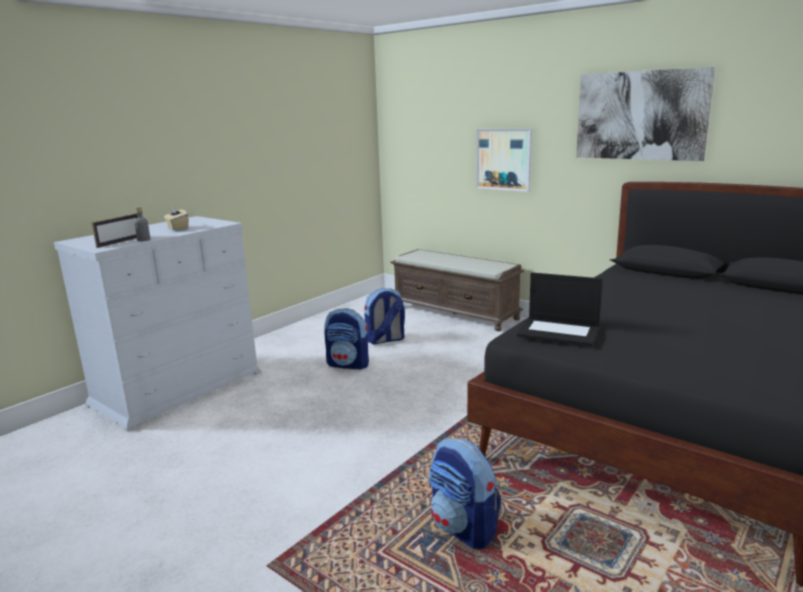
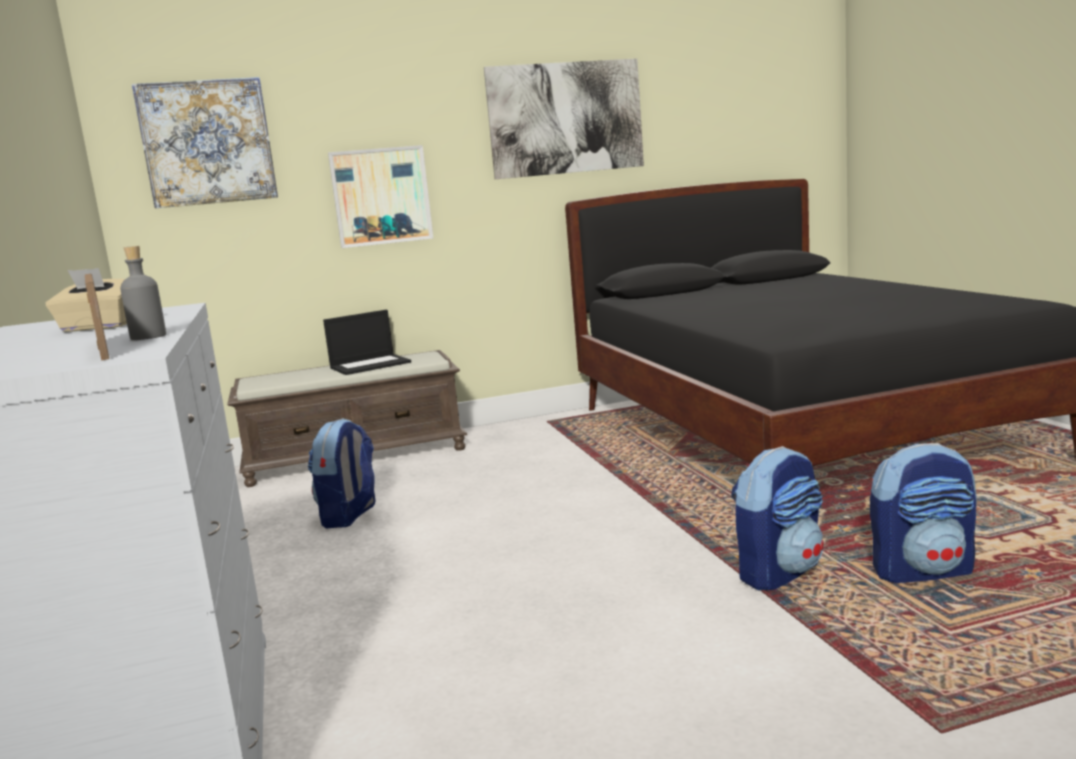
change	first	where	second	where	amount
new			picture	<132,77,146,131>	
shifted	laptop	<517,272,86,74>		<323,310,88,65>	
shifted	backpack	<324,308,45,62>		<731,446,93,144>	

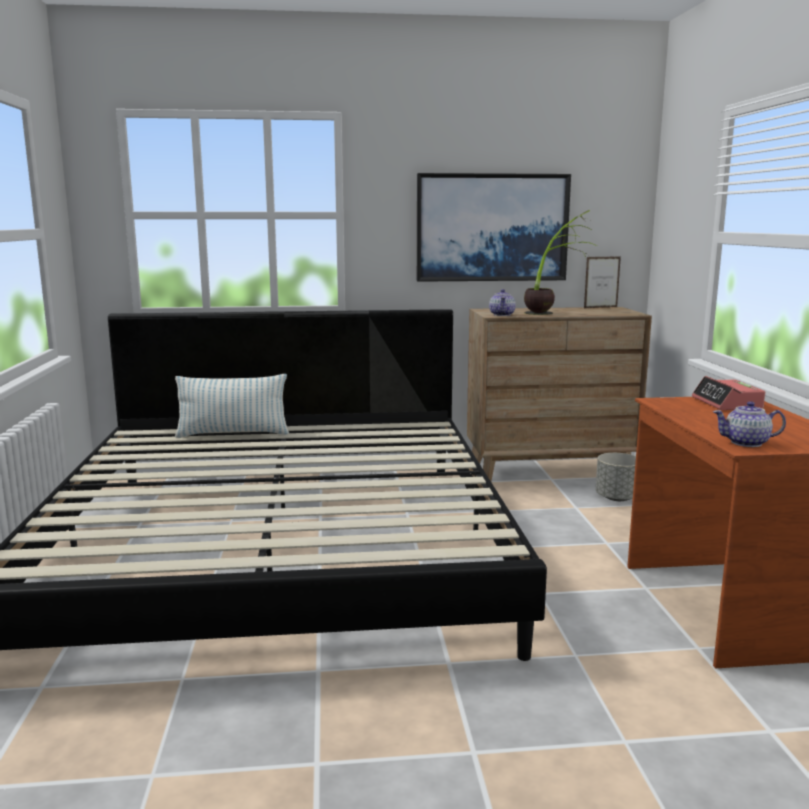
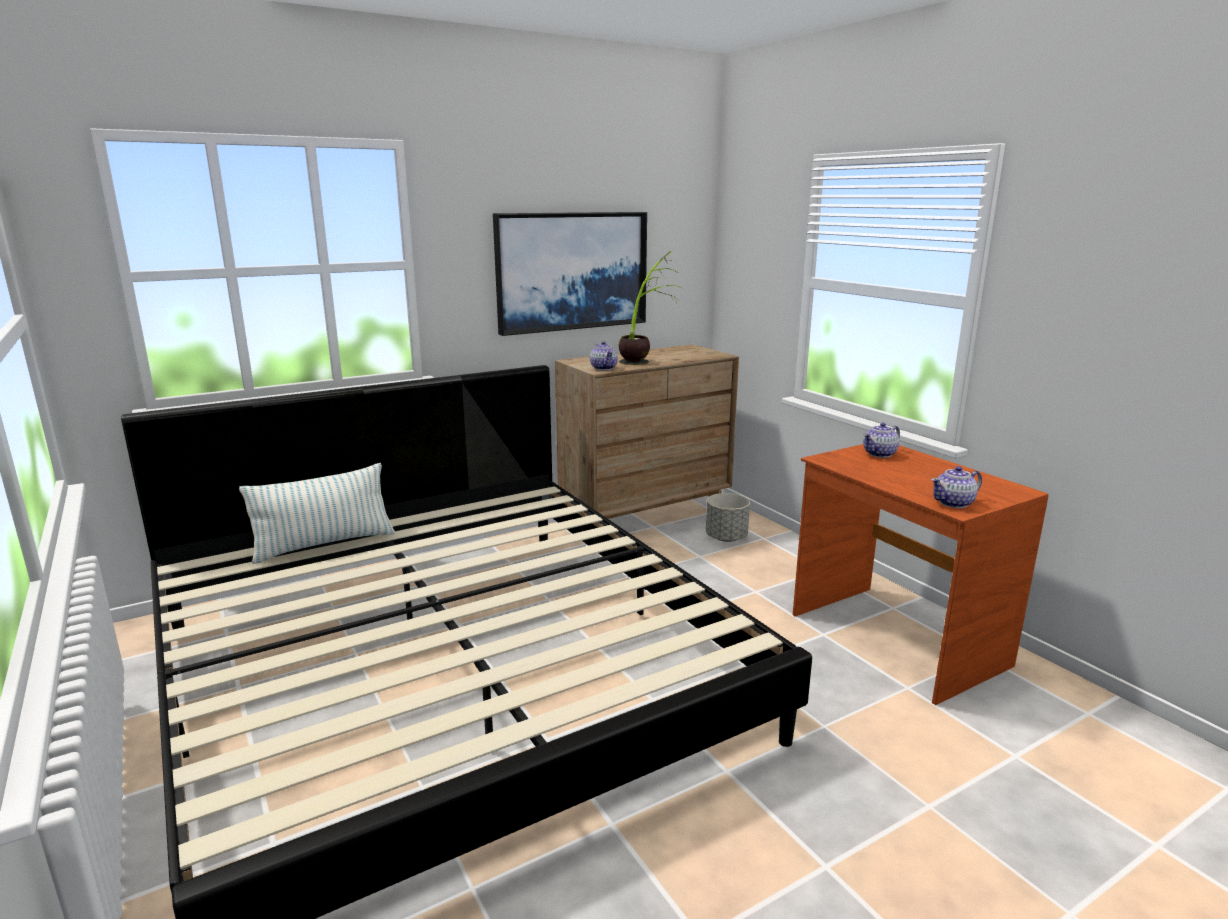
change	first	where	second	where	amount
swapped	alarm clock	<692,376,73,34>	teapot	<863,423,37,35>	
gone	picture frame	<584,256,37,52>			

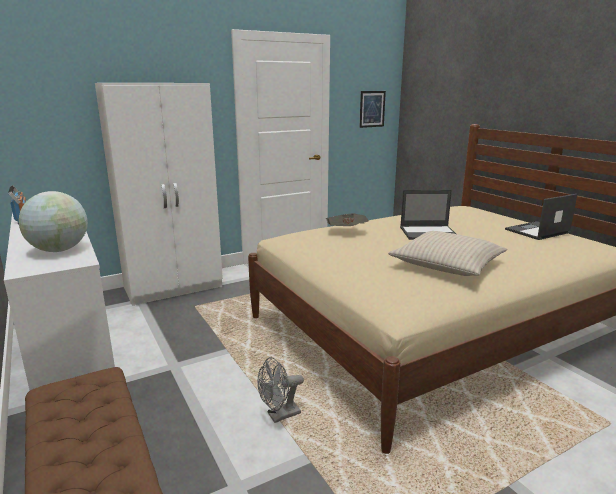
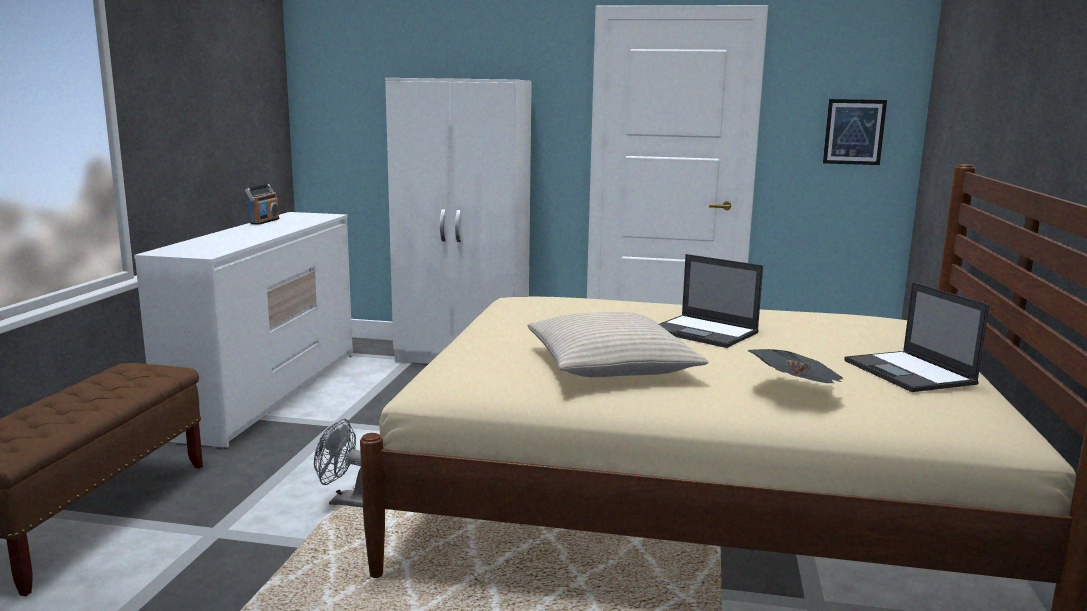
change	first	where	second	where	amount
shifted	newspaper	<326,214,43,12>		<747,349,96,34>	
rotated	laptop	<505,194,72,46>		<844,282,145,110>	120 degrees counterclockwise
gone	globe	<19,191,69,61>			

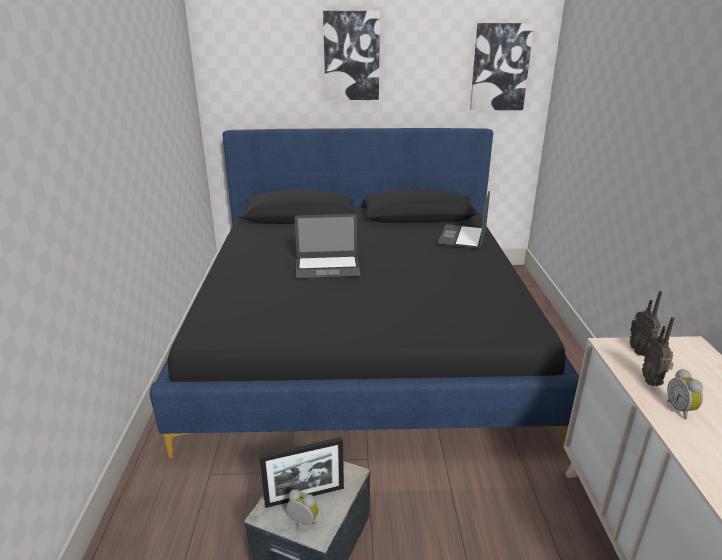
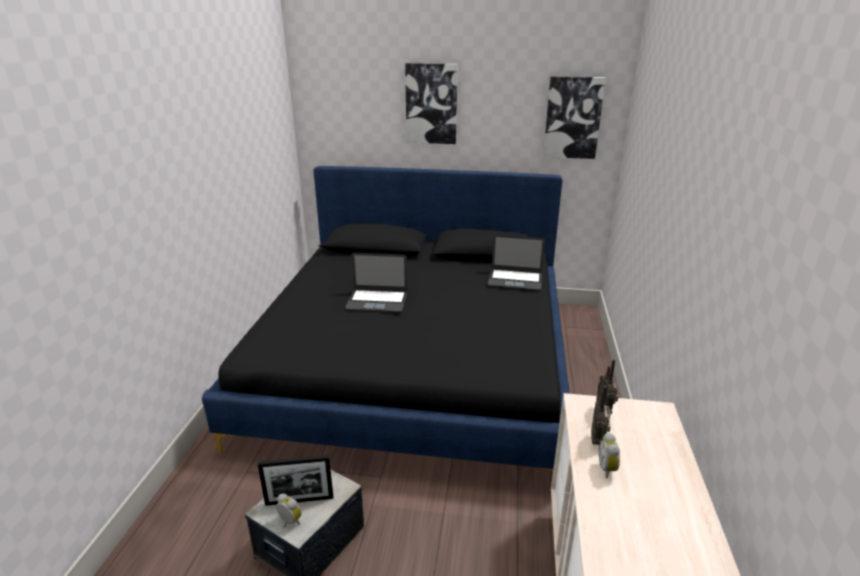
change	first	where	second	where	amount
rotated	laptop	<438,191,52,57>		<488,235,57,55>	105 degrees counterclockwise

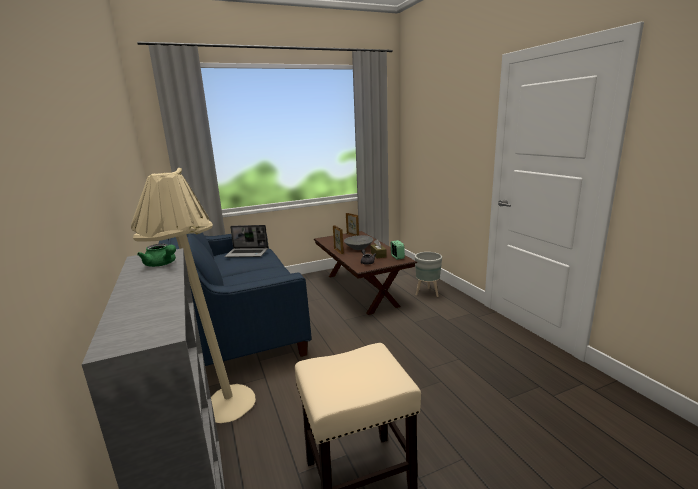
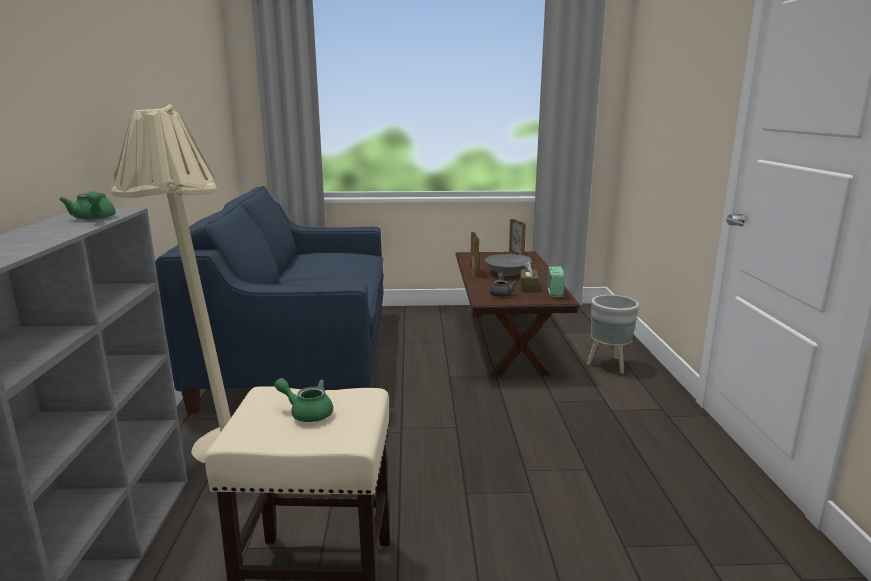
change	first	where	second	where	amount
new			teapot (green)	<274,378,59,44>	
gone	laptop	<225,225,43,32>			

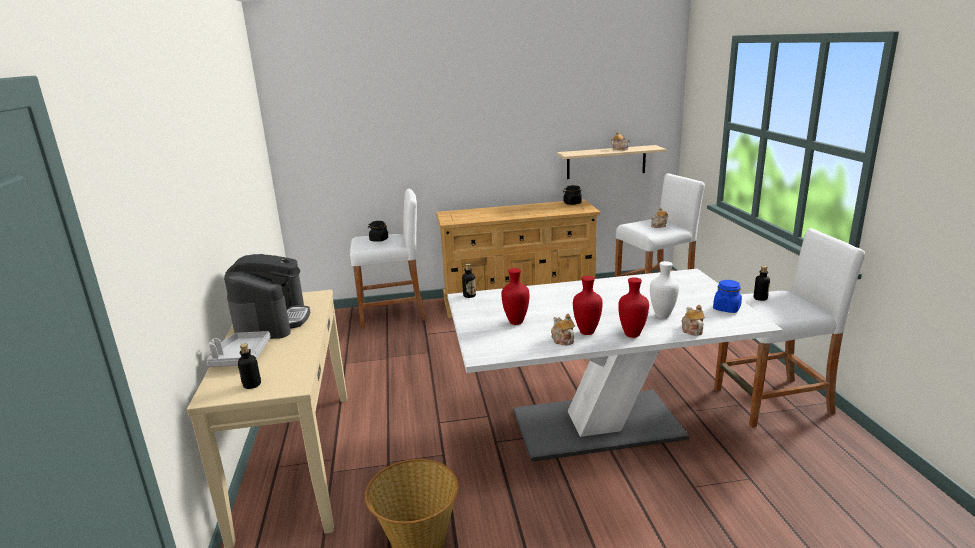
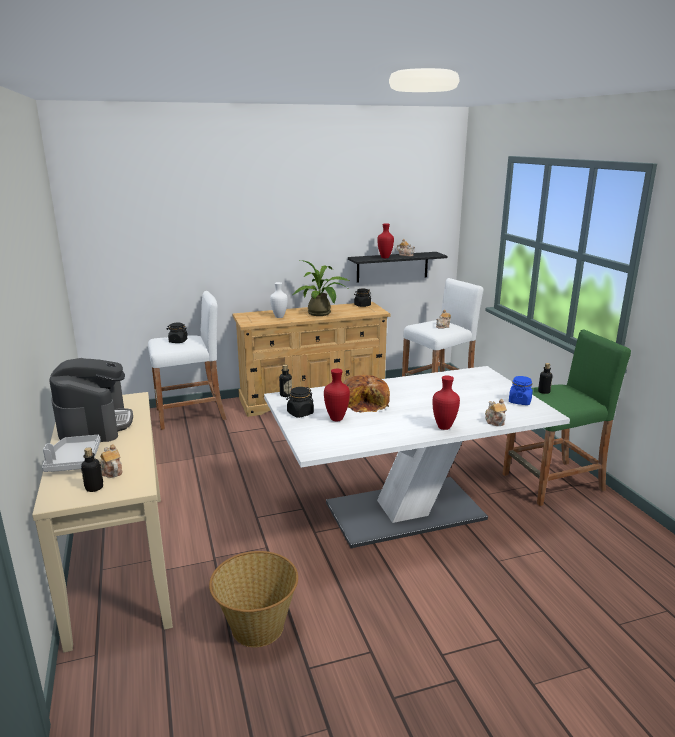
change	first	where	second	where	amount
shifted	teapot	<551,314,24,31>		<100,444,23,34>	
shifted	vase (white)	<650,261,29,57>		<270,282,18,36>	
new			jar (black)	<286,387,28,31>	
new			potted plant	<292,260,58,56>	
new			bread	<343,375,47,38>	
repainted	shelf (beige)	<557,145,109,34>	shelf (black)	<348,252,99,31>	
shifted	vase (red)	<573,276,30,59>		<377,223,17,35>	
repainted	stool (white)	<714,228,151,200>	stool (green)	<503,330,128,176>	

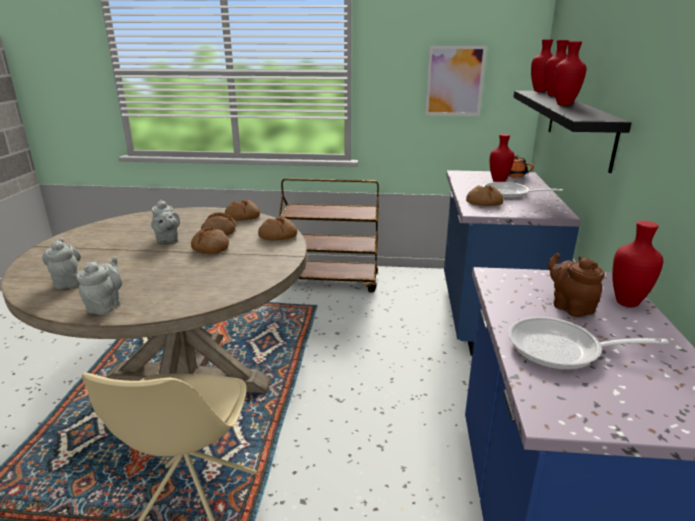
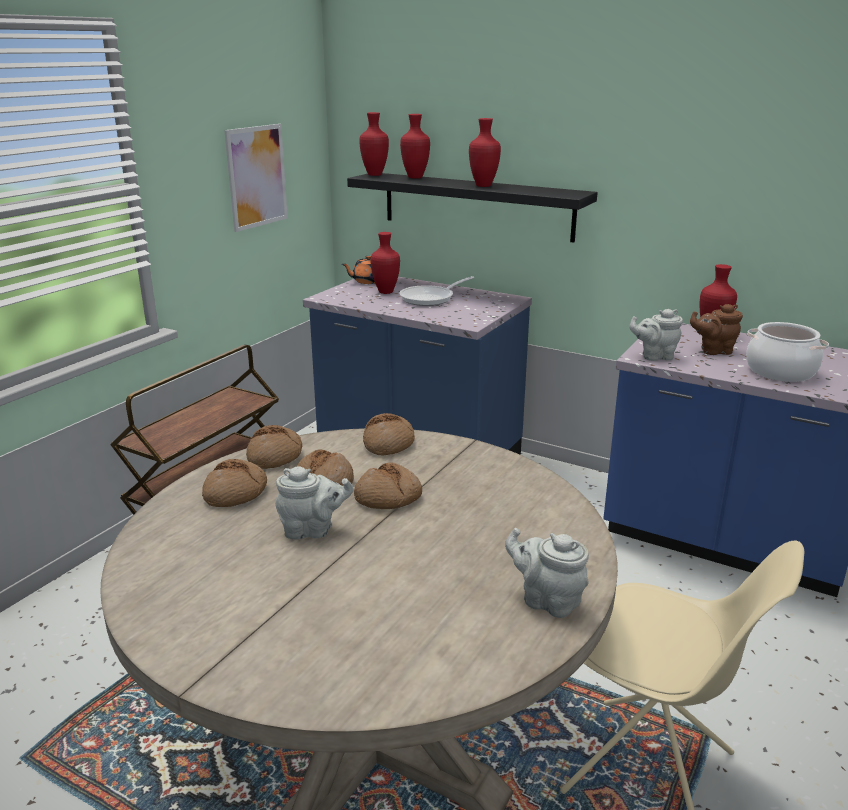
change	first	where	second	where	amount
shifted	bread	<466,185,37,21>		<202,459,65,48>	
shifted	teapot (grey)	<42,237,39,52>		<629,309,54,52>	
swapped	frying pan	<508,317,161,53>	cooking pot	<746,322,83,60>	

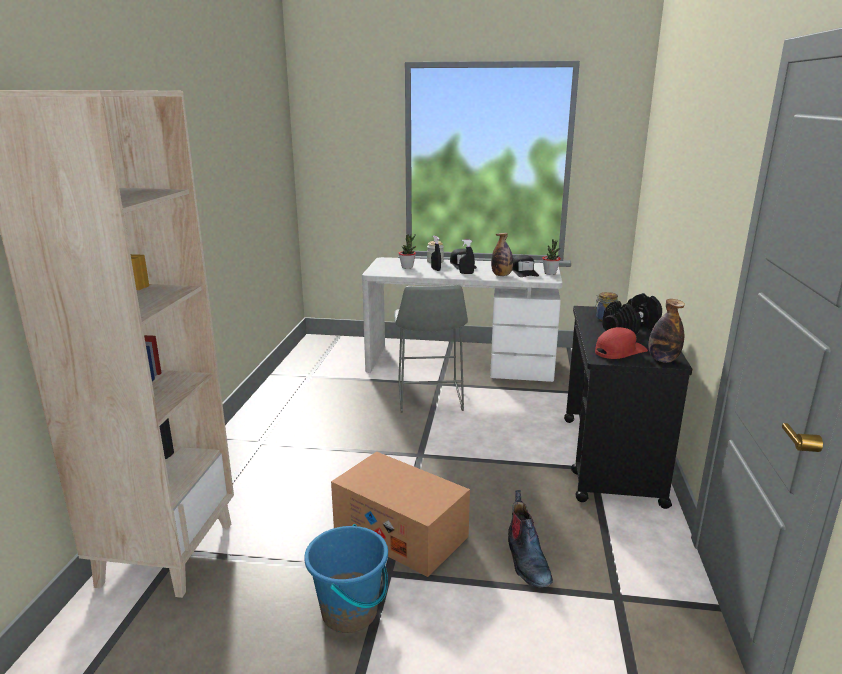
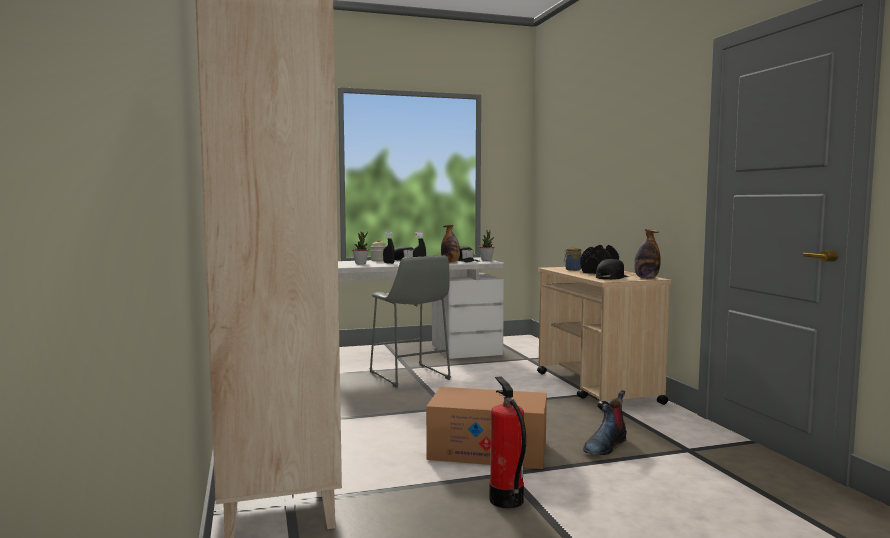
change	first	where	second	where	amount
swapped	bucket (blue)	<304,524,84,109>	fire extinguisher	<489,376,37,132>	
repainted	cart (black)	<564,306,128,203>	cart (beige)	<537,267,134,143>	
rotated	boot	<508,490,45,97>		<583,390,44,65>	75 degrees clockwise
repainted	cap (red)	<595,327,53,32>	cap (black)	<596,259,33,21>	

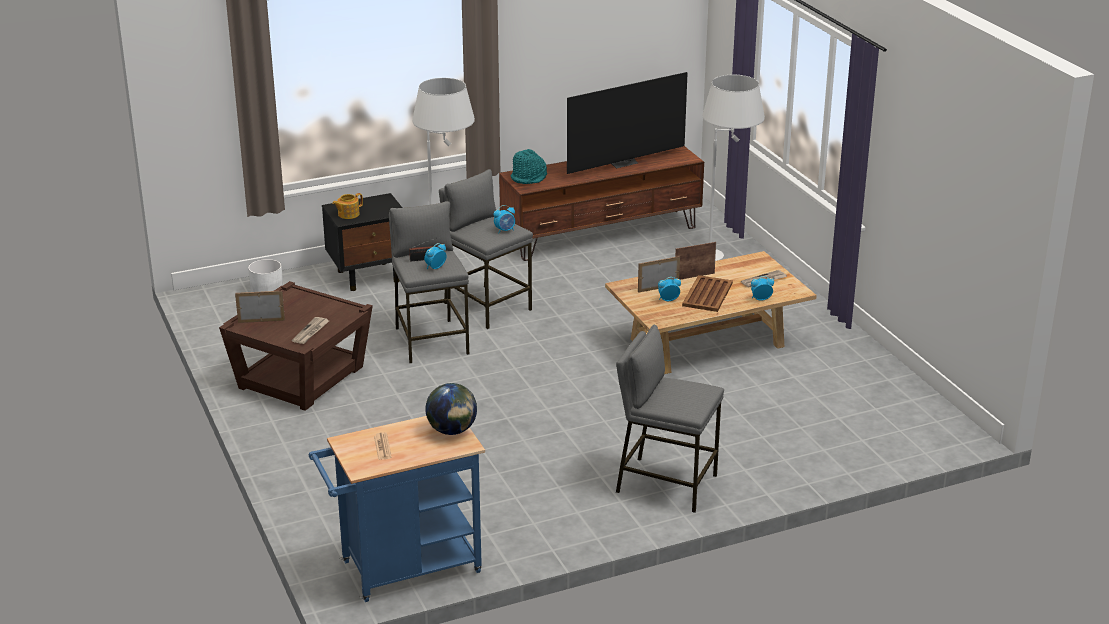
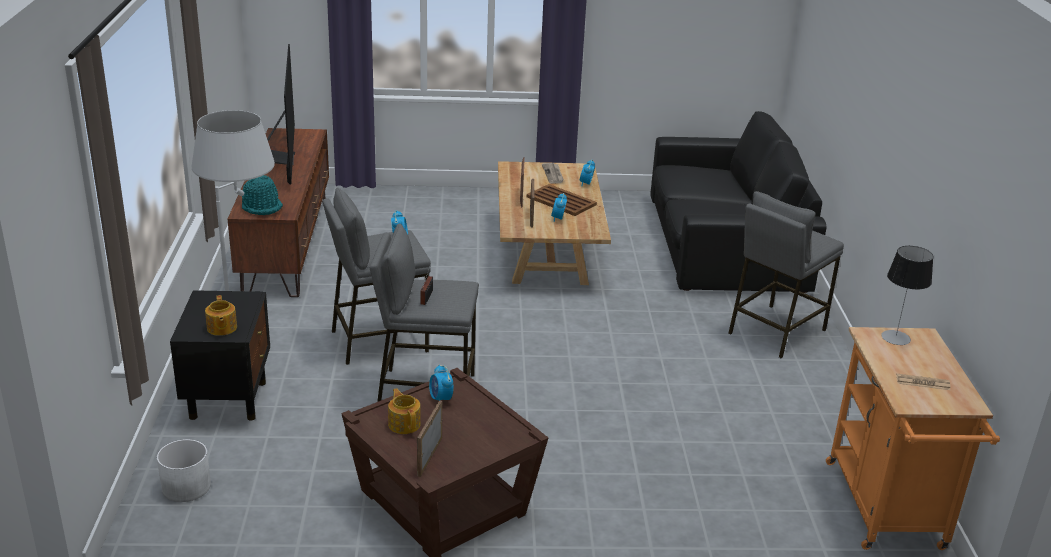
change	first	where	second	where	amount
new			teapot	<388,388,33,46>	
shifted	alarm clock	<424,243,23,26>		<429,365,25,36>	
new			sofa (black)	<650,111,177,182>	
repainted	cart (blue)	<309,416,176,186>	cart (orange)	<826,327,174,223>	
swapped	globe	<425,383,52,52>	table lamp	<881,246,52,99>	
gone	newspaper	<292,317,37,27>			
gone	floor lamp (white)	<702,75,63,186>			

